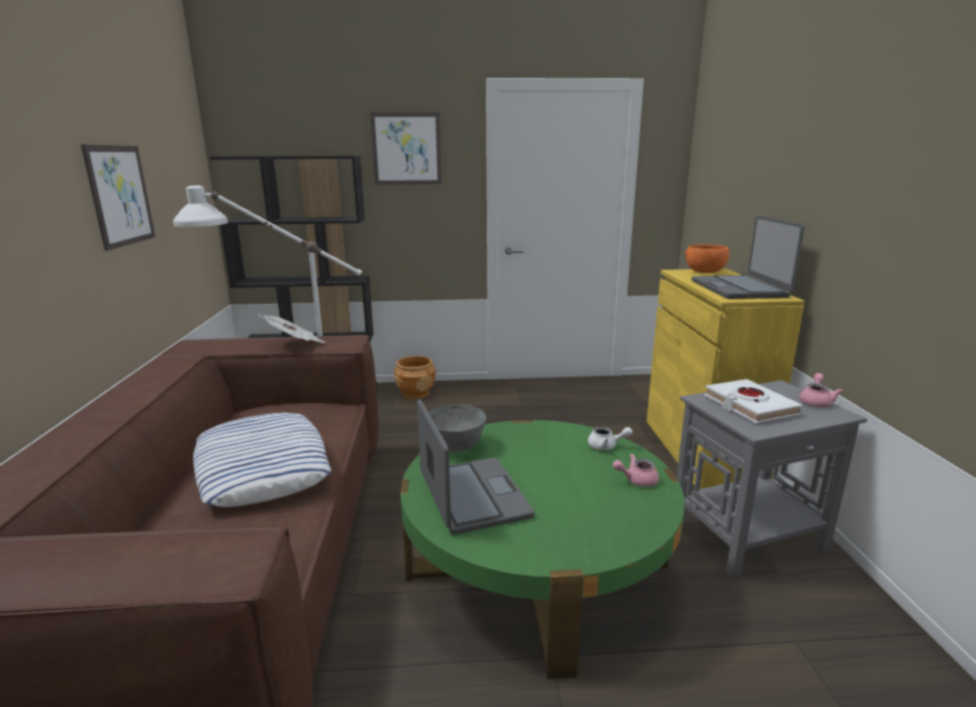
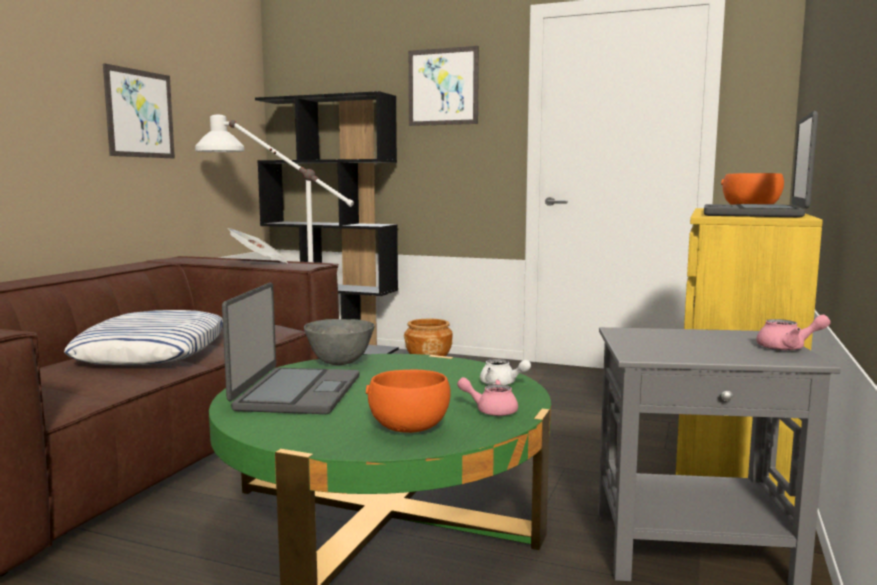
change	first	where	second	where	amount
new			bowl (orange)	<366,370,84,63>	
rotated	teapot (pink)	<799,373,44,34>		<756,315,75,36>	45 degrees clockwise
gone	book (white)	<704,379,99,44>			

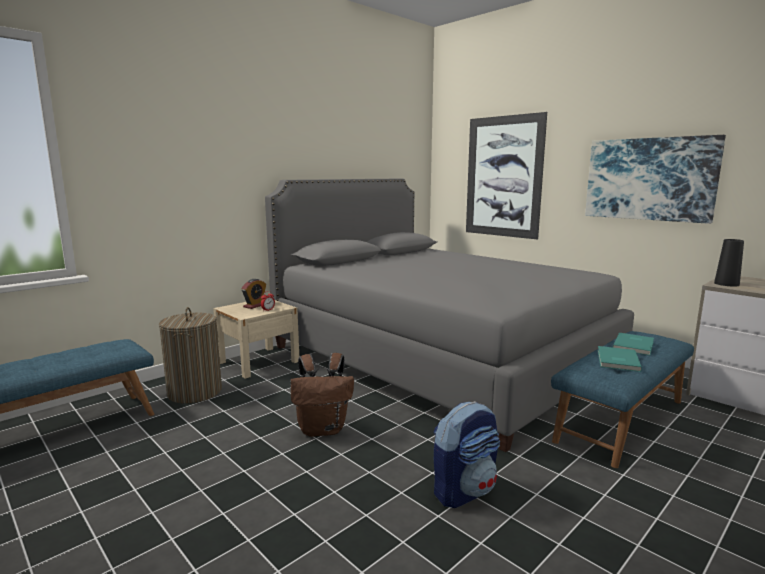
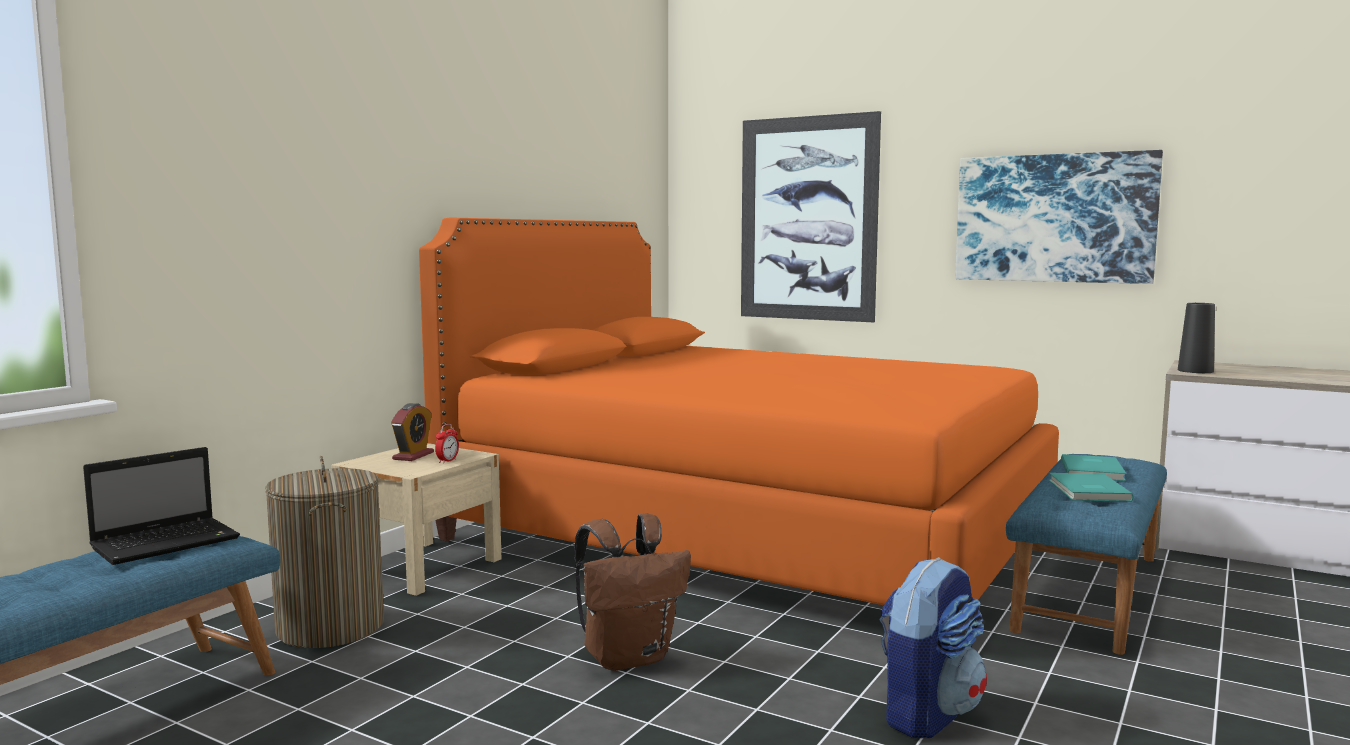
change	first	where	second	where	amount
new			laptop	<83,447,157,118>	
repainted	bed (grey)	<265,179,369,273>	bed (orange)	<419,218,640,387>	

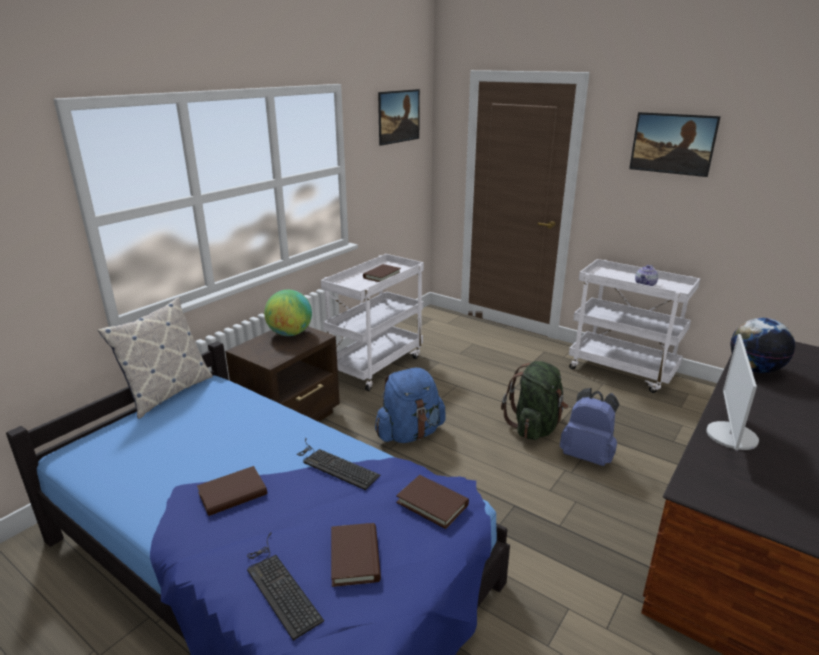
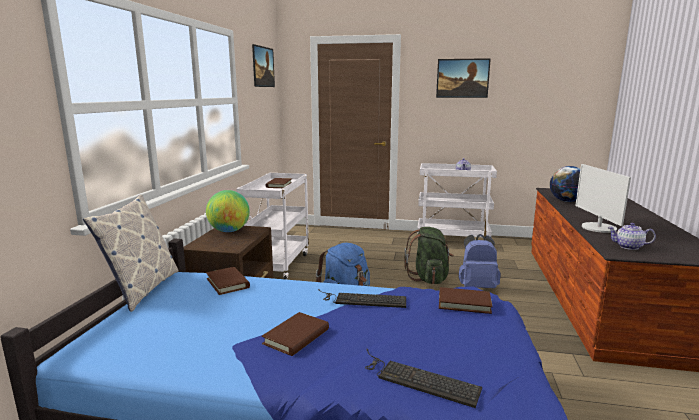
change	first	where	second	where	amount
shifted	book (brown)	<331,523,50,64>		<206,267,44,28>	
new			teapot	<608,223,48,27>	

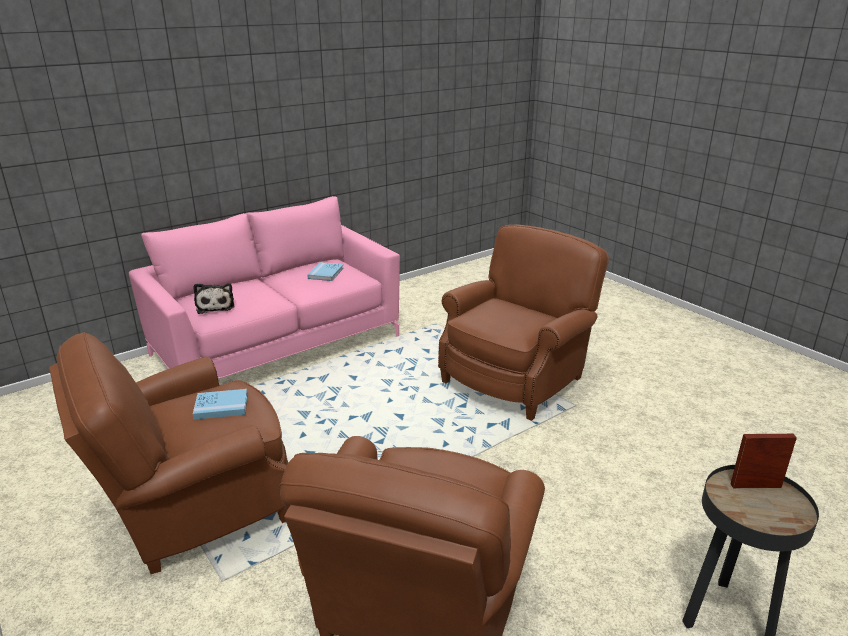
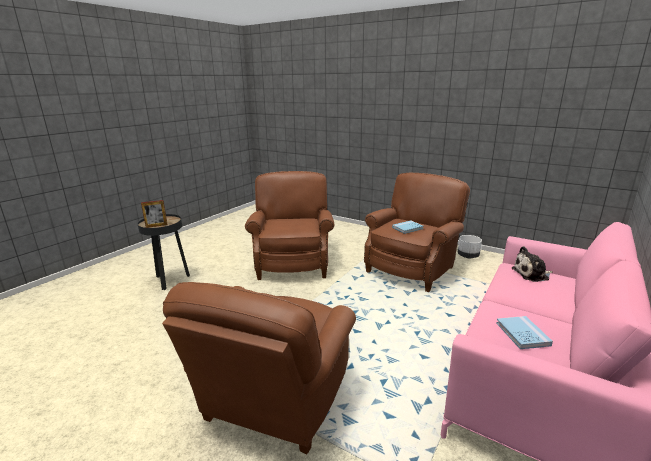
change	first	where	second	where	amount
new			planter (white)	<458,235,24,23>	
rotated	plush toy	<193,283,42,31>		<512,246,41,36>	60 degrees counterclockwise

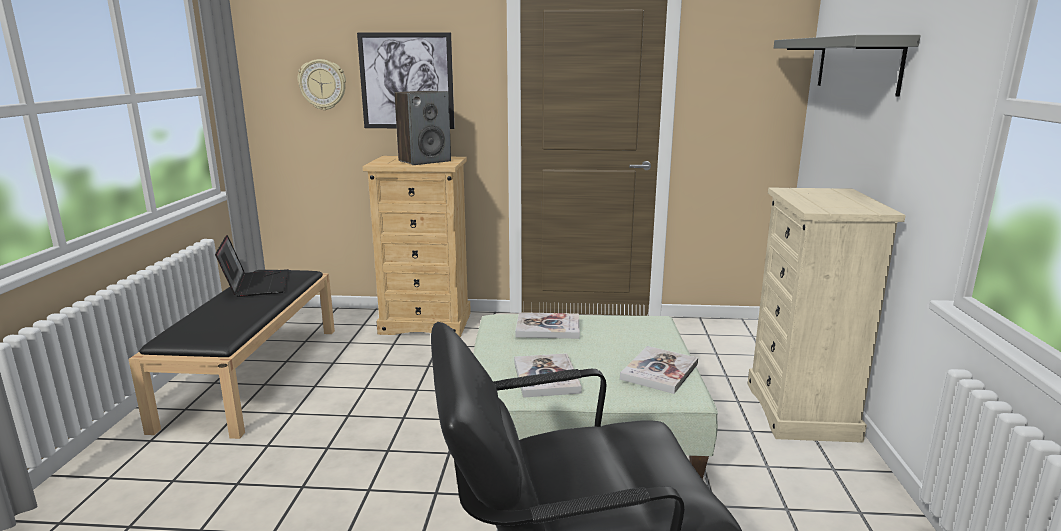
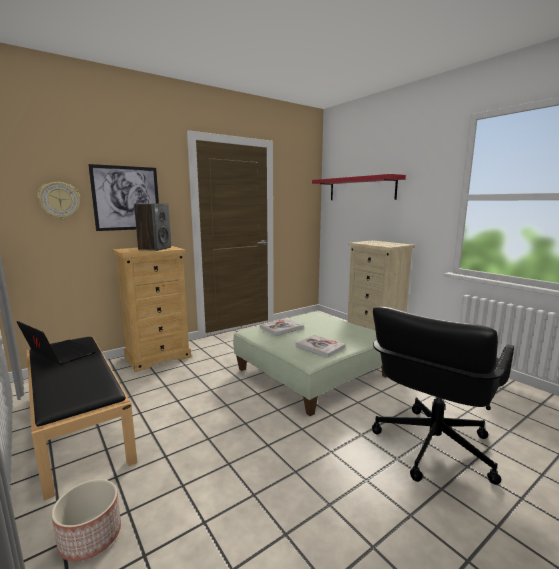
change	first	where	second	where	amount
new			planter	<51,479,70,82>	
repainted	shelf (grey)	<774,35,147,62>	shelf (red)	<312,174,94,26>	
gone	book	<620,346,78,48>			

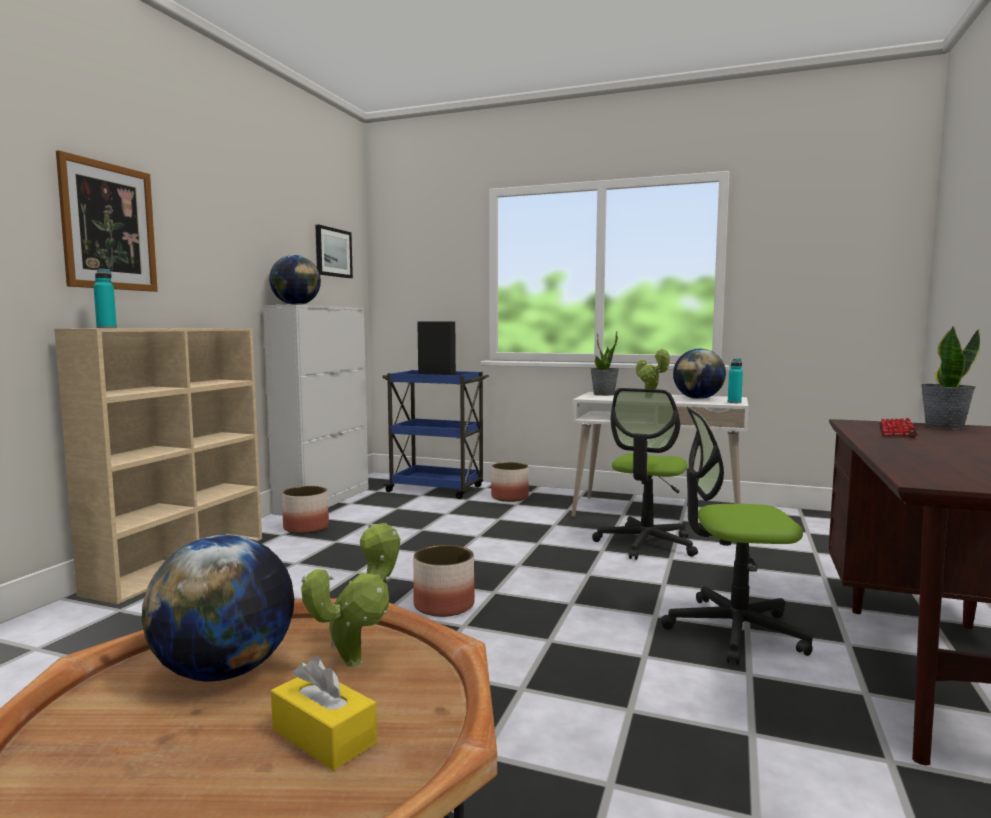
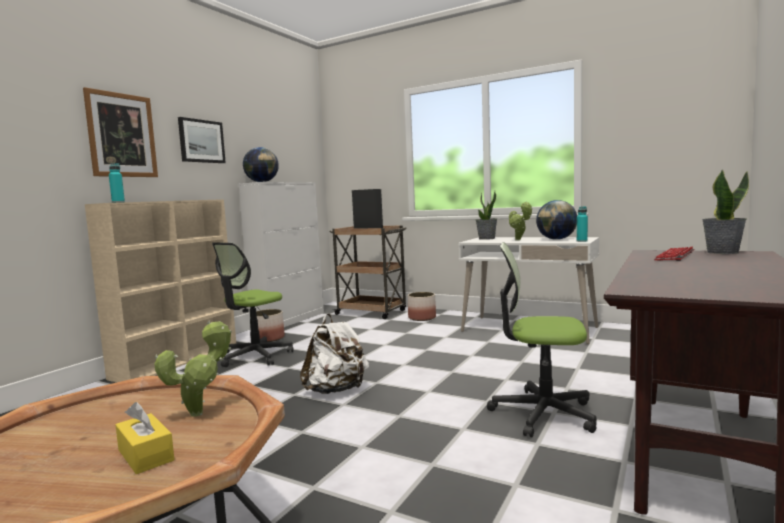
change	first	where	second	where	amount
shifted	picture	<315,225,38,53>		<178,117,48,46>	
shifted	office chair	<592,388,106,172>		<212,242,82,125>	
swapped	planter	<413,545,62,72>	backpack (white)	<300,314,69,80>	
repainted	cart (blue)	<382,370,107,129>	cart (brown)	<329,225,78,94>	
gone	globe	<142,535,152,146>			

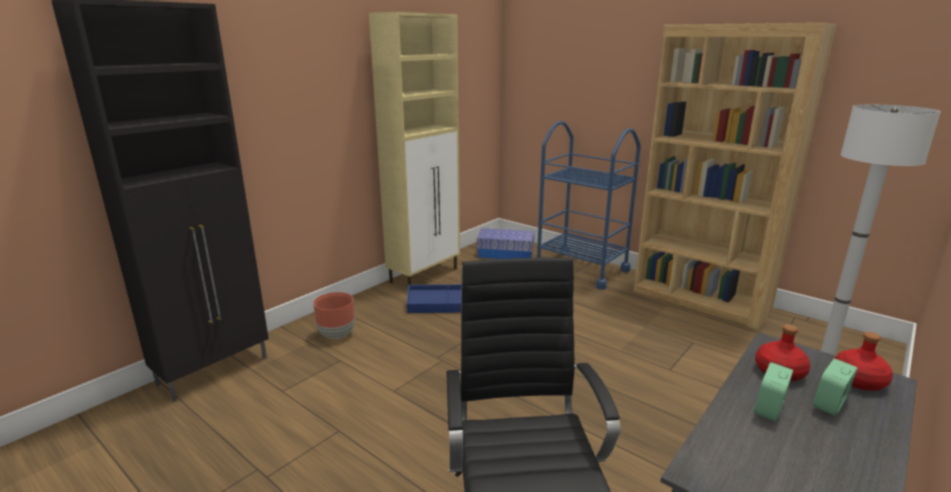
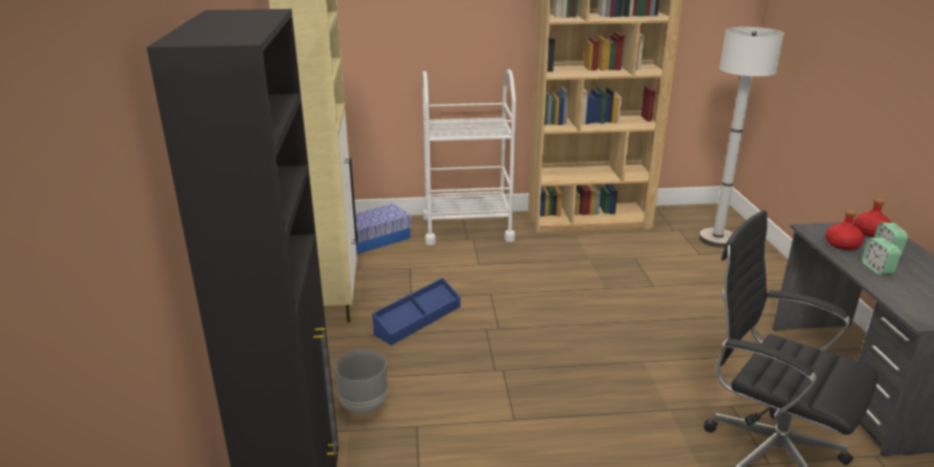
change	first	where	second	where	amount
repainted	planter (brown)	<313,292,42,47>	planter (grey)	<335,350,53,64>	
repainted	cart (blue)	<537,121,104,169>	cart (white)	<422,69,94,176>	

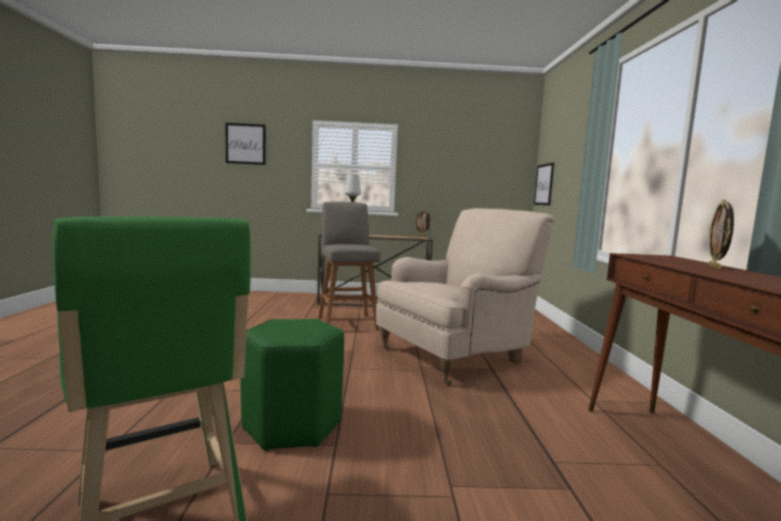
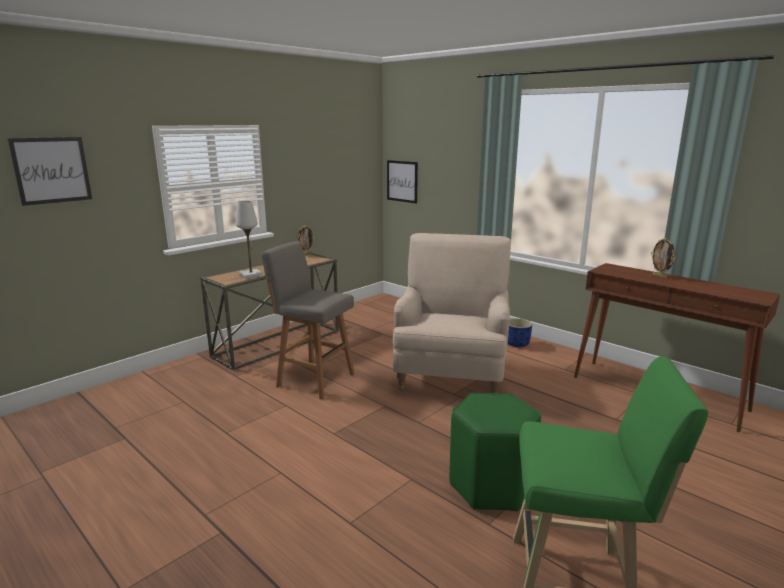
change	first	where	second	where	amount
new			planter (blue)	<508,318,24,29>	

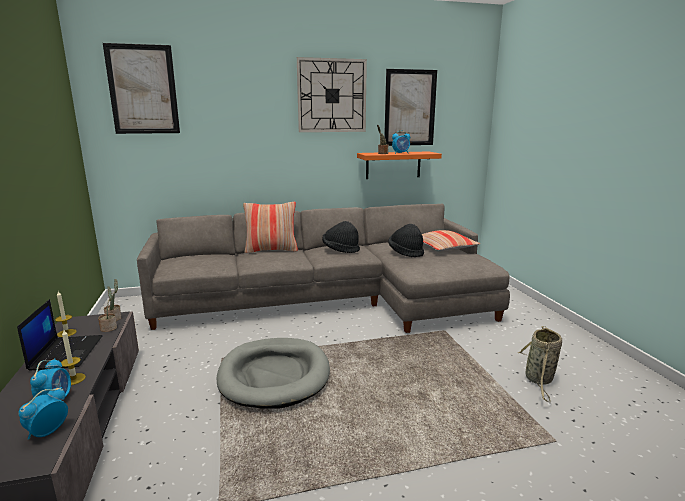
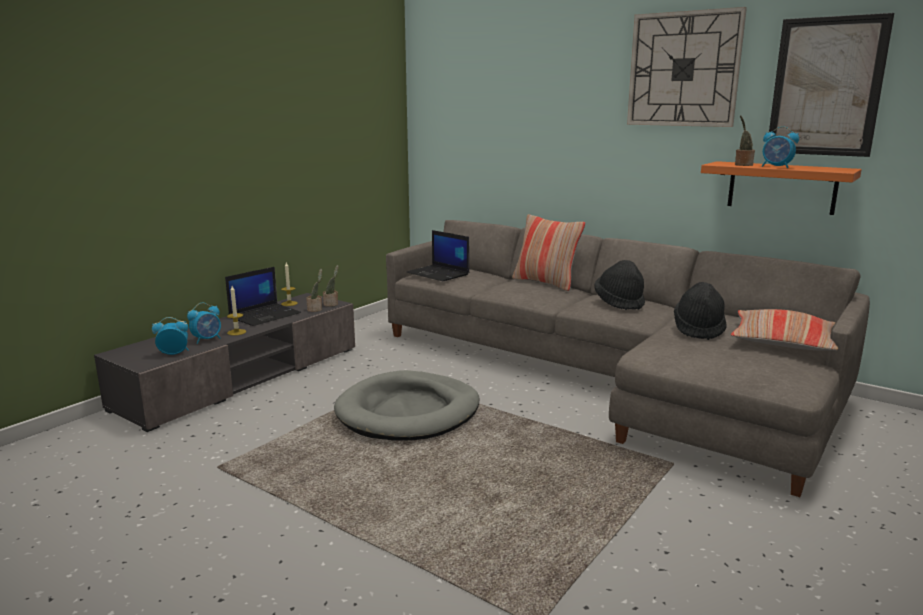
change	first	where	second	where	amount
new			laptop	<406,230,63,51>	
gone	picture	<103,43,77,91>			
gone	basket	<518,326,44,76>			

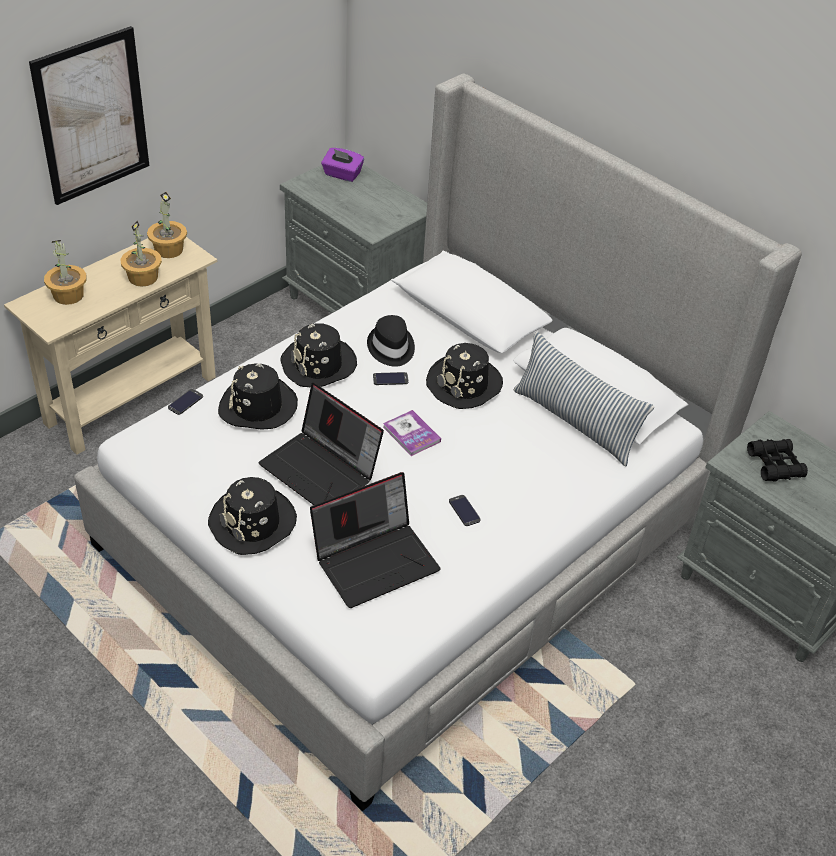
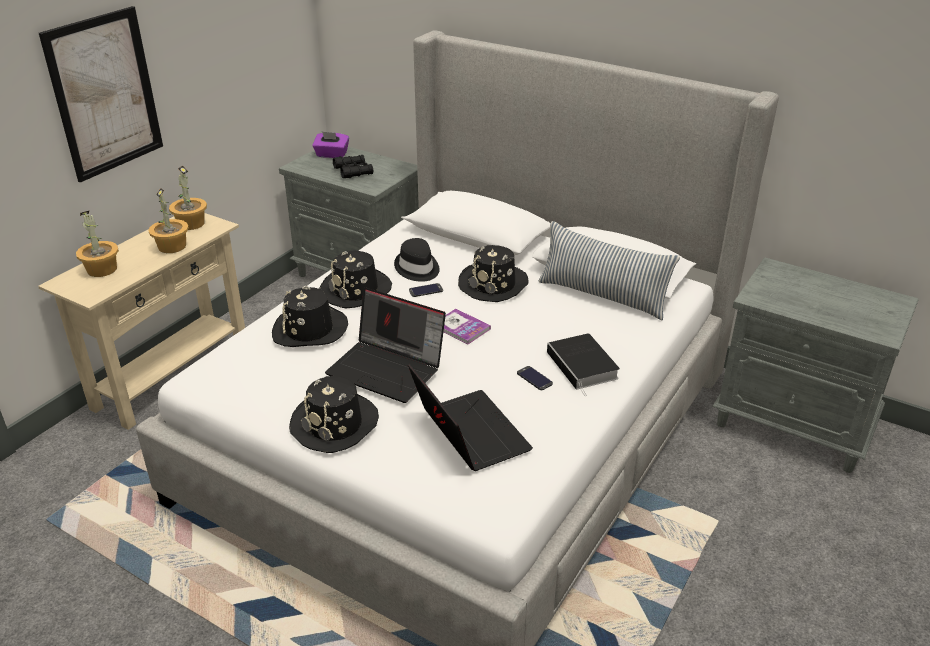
change	first	where	second	where	amount
shifted	binoculars (black)	<747,439,61,43>		<333,155,41,23>	
rotated	laptop	<310,472,131,136>		<408,364,125,107>	75 degrees counterclockwise
new			book	<547,333,73,63>	
gone	phone	<168,389,35,26>			

